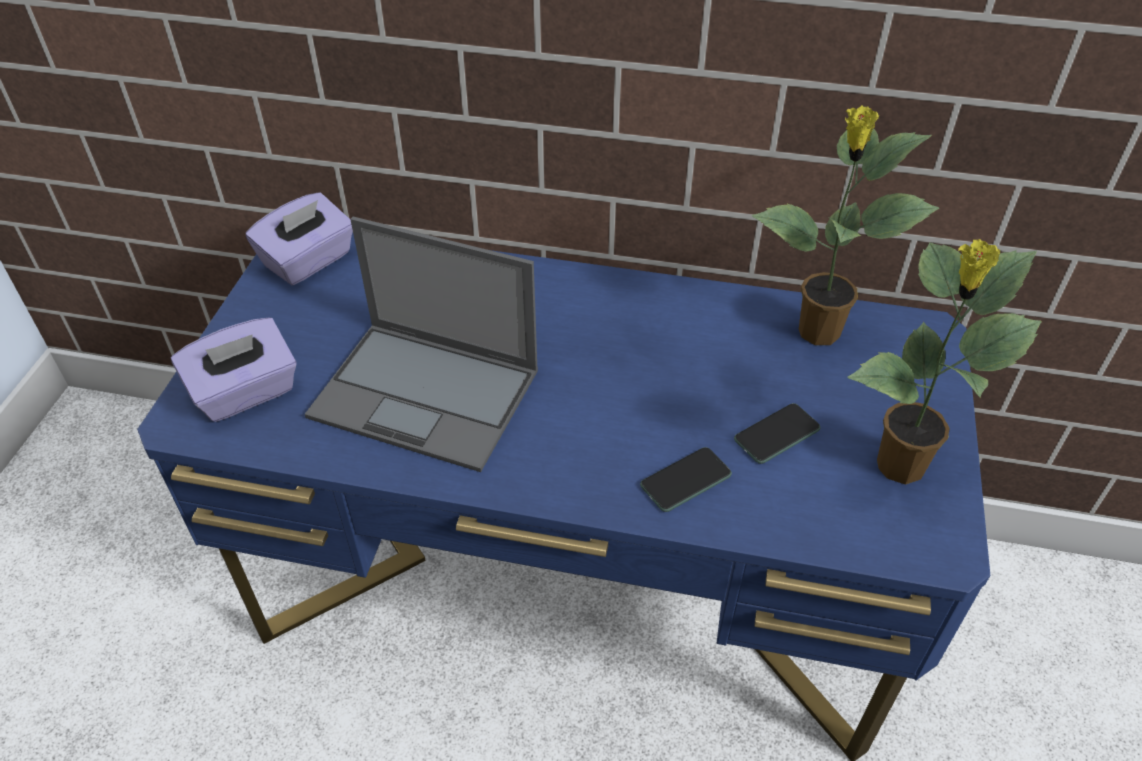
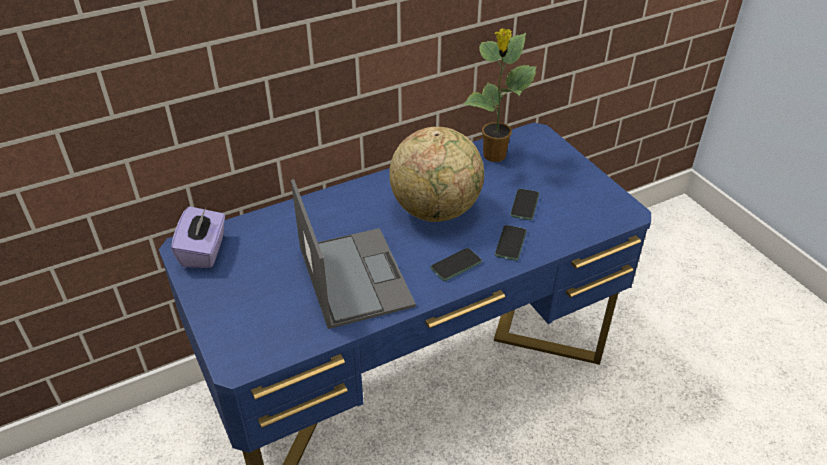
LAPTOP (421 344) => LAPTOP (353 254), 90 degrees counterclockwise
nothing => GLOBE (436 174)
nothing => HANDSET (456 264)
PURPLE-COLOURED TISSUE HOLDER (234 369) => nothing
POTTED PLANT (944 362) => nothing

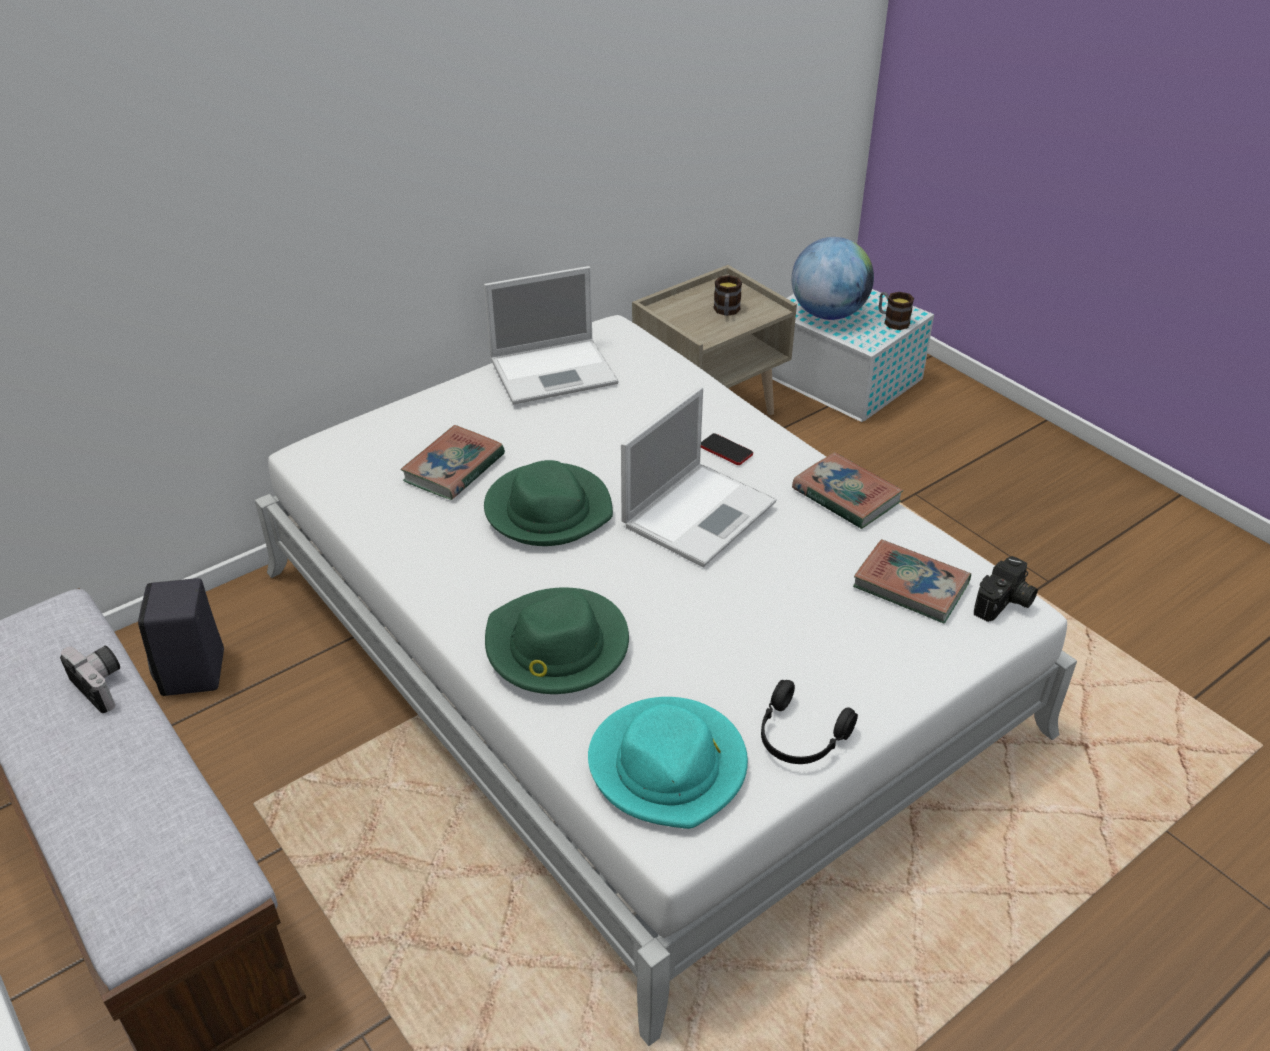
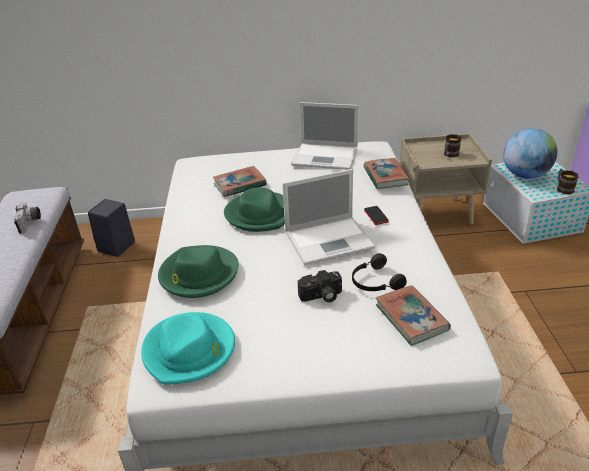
PHOTO CAMERA (1006 589) => PHOTO CAMERA (320 286), move
BLACK PAIR OF HEADPHONES (809 722) => BLACK PAIR OF HEADPHONES (379 272), move
BOUND BOOK (848 490) => BOUND BOOK (386 173), move

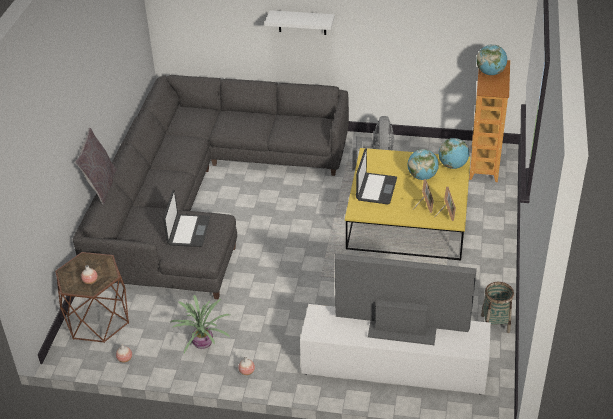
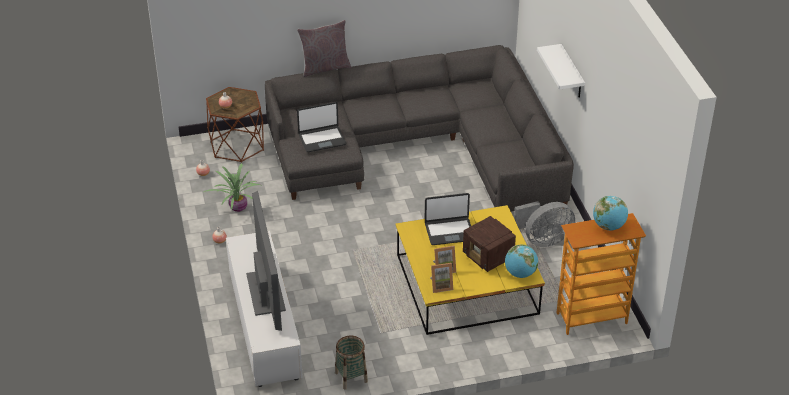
GLOBE (423 164) => RADIO (489 244)

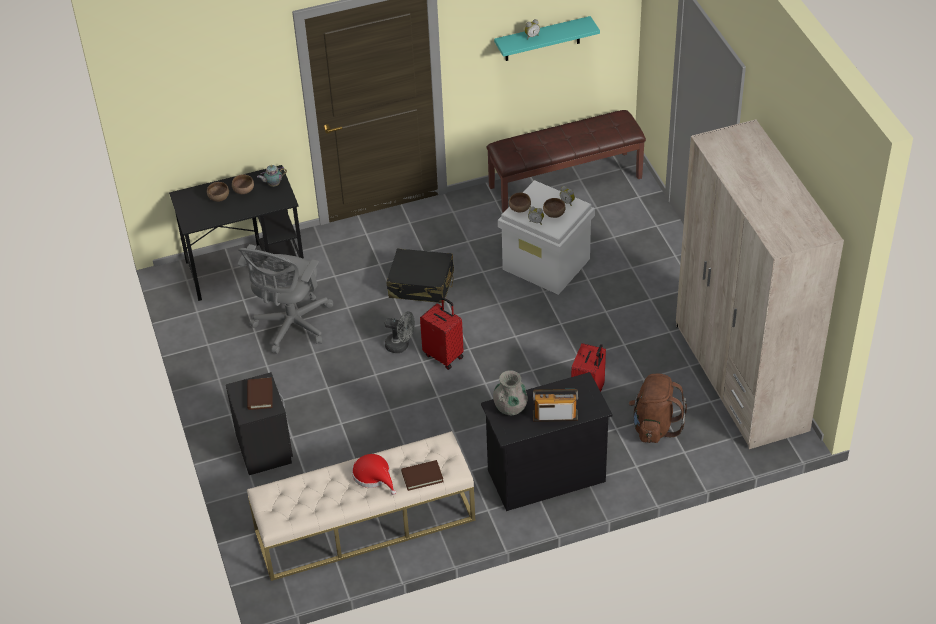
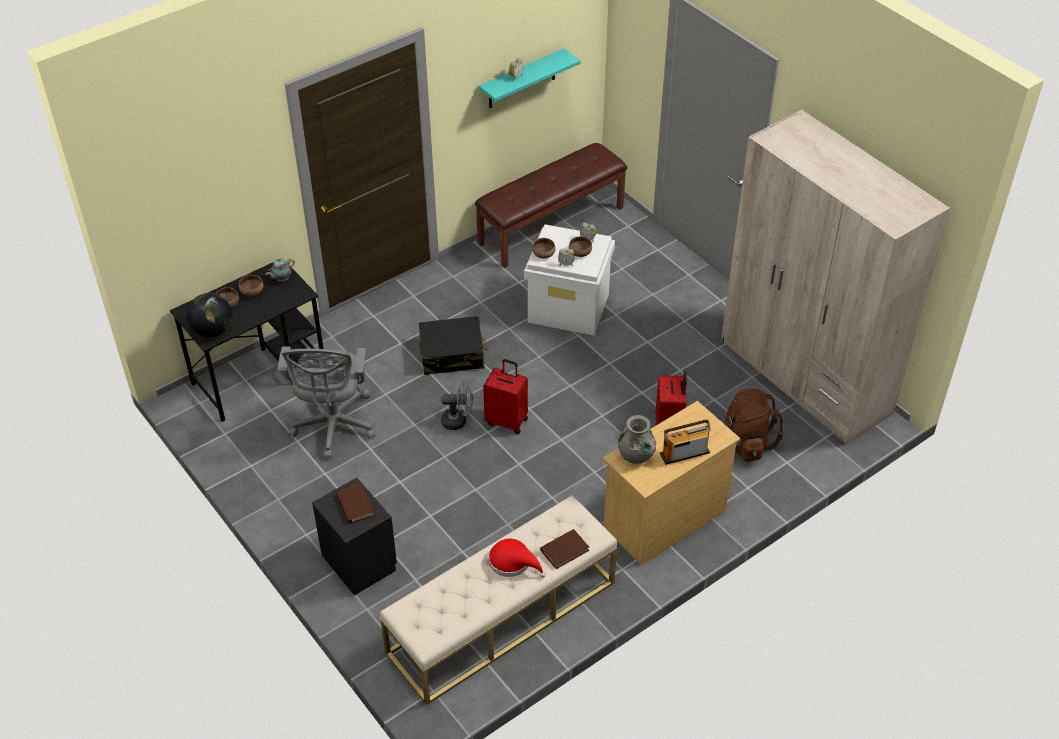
nothing => GLOBE (209 315)
BLACK CHEST OF DRAWERS (546 441) => SAND-COLOURED CHEST OF DRAWERS (671 483)

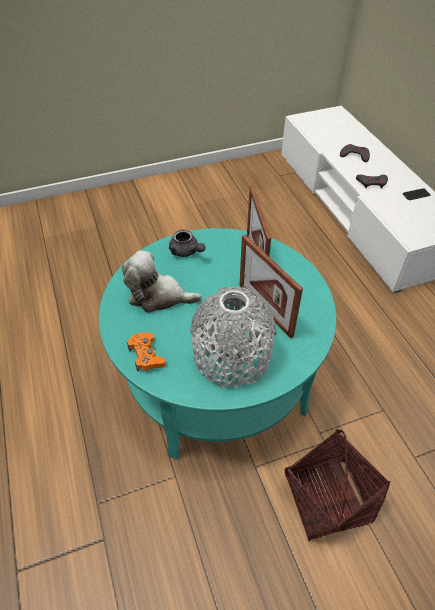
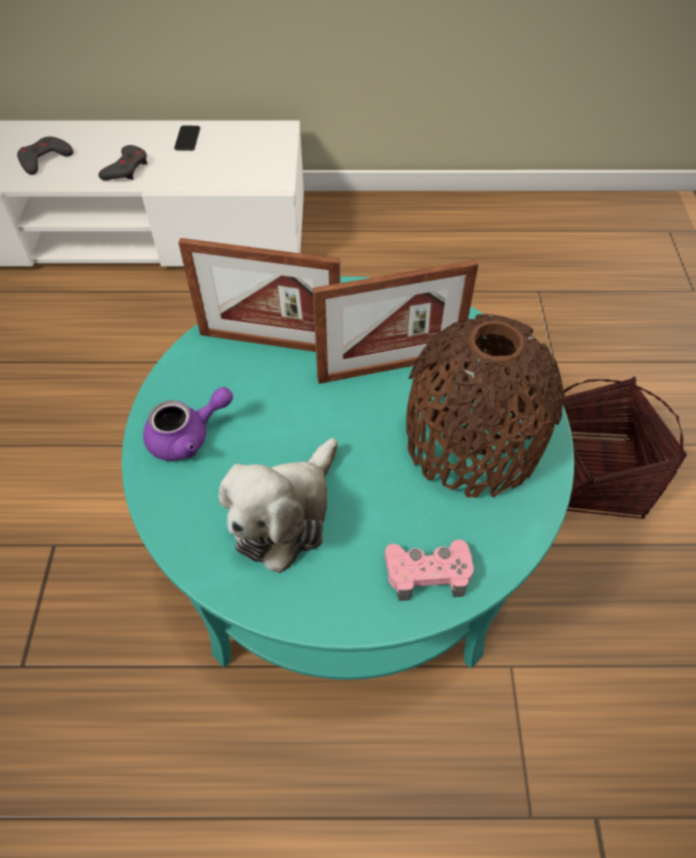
GREYISH TEAPOT (187 243) => PURPLE-COLOURED TEAPOT (188 424)
ORANGEY JOYPAD (146 352) => PINKISH JOYPAD (429 570)
GREYISH VASE (233 337) => BROWN-COLOURED VASE (485 406)

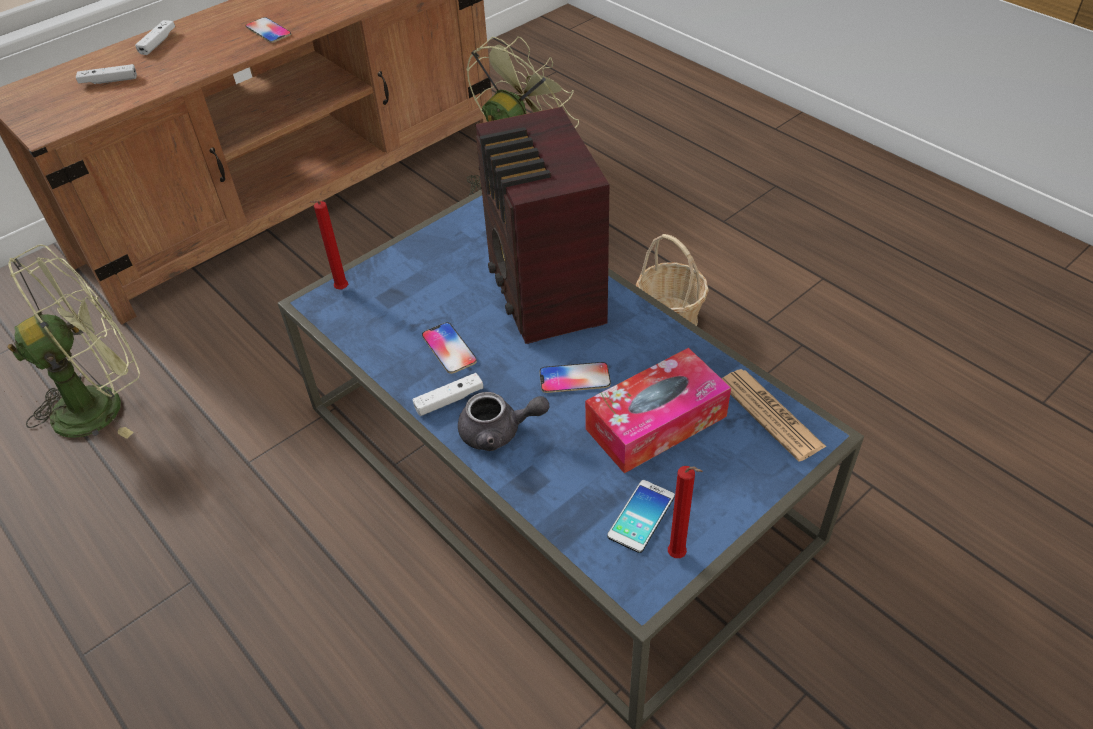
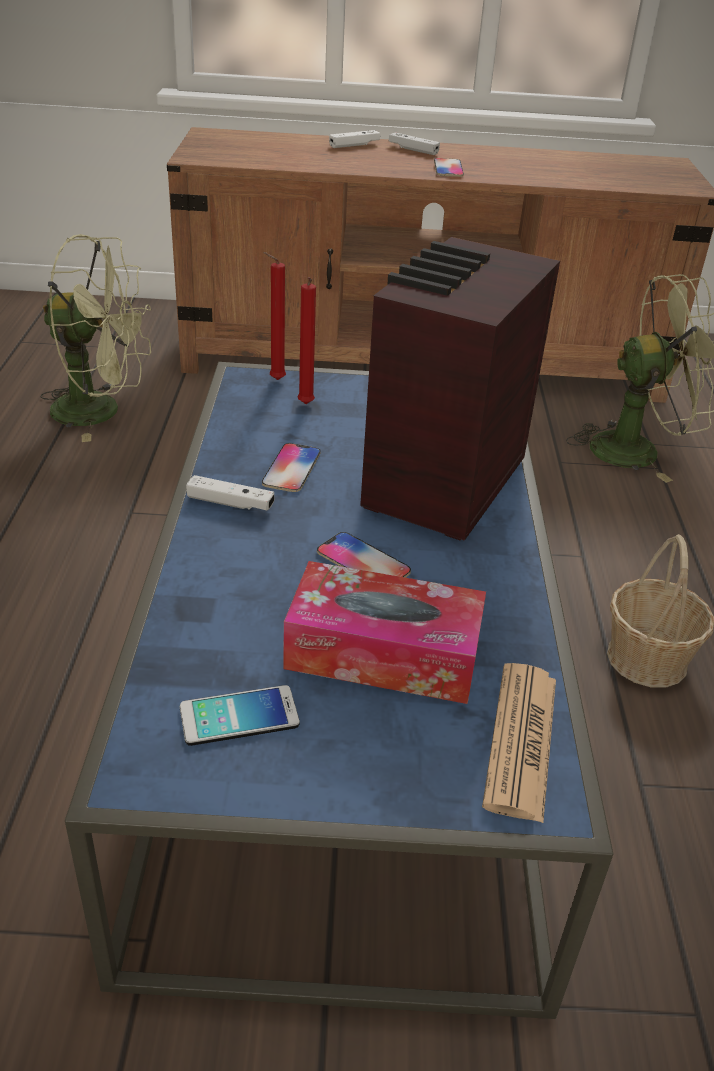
RED-COLOURED CANDLE (685 512) => RED-COLOURED CANDLE (307 340), move
WHITE JOYPAD (106 74) => WHITE JOYPAD (414 143), move
GREYISH TEAPOT (504 421) => nothing

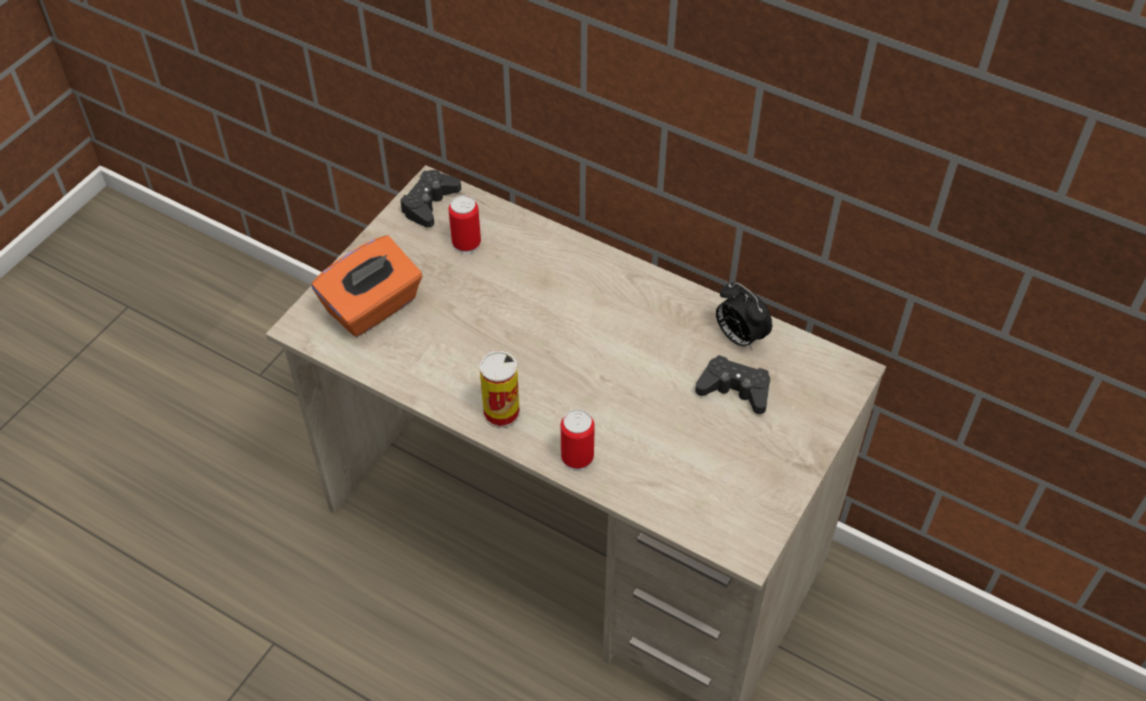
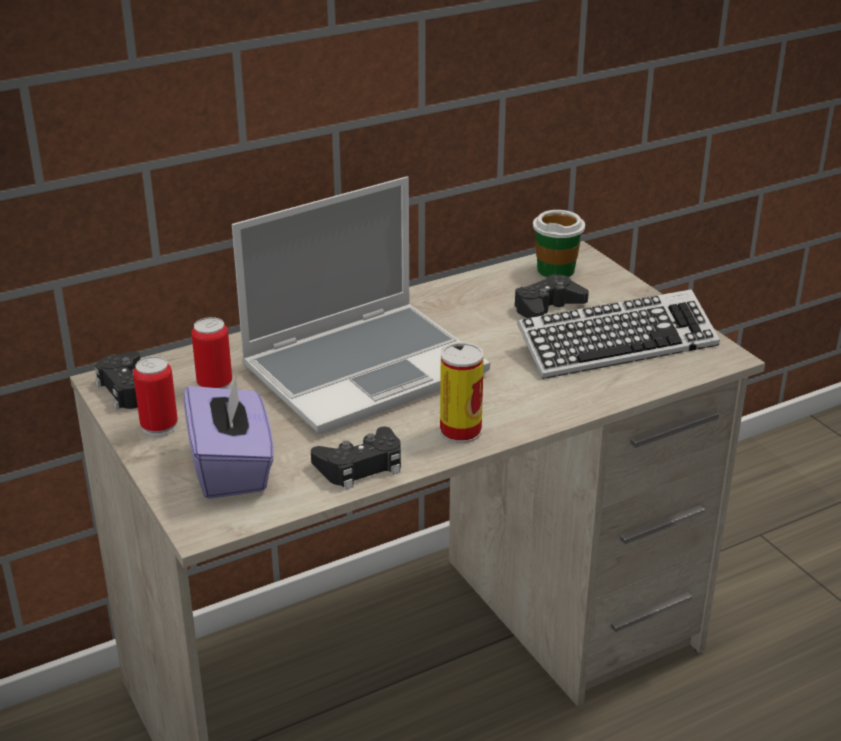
SEALED CAN (578 440) => SEALED CAN (155 396), move
ORANGEY TISSUE HOLDER (367 286) => PURPLE-COLOURED TISSUE HOLDER (229 437)
nothing => LAPTOP (361 305)
nothing => BLACK JOYPAD (356 458)
nothing => COMPUTER KEYBOARD (618 334)
nothing => DRINKING CUP (559 243)
ALARM CLOCK (744 316) => nothing

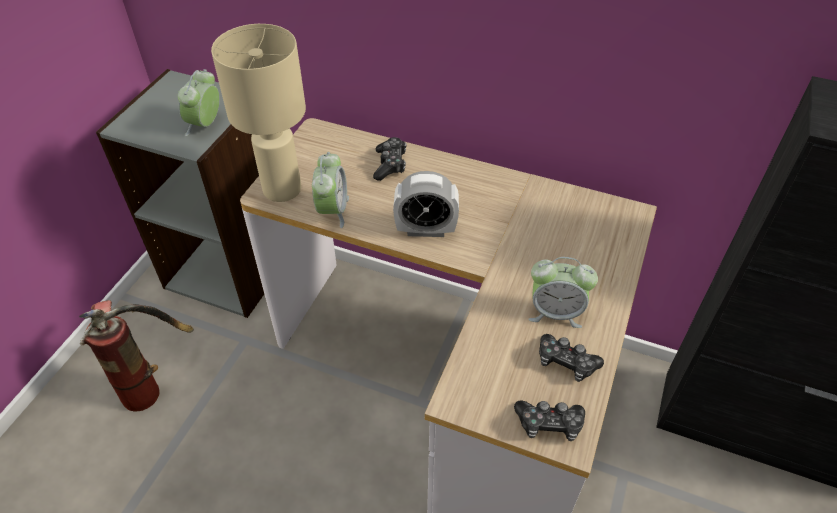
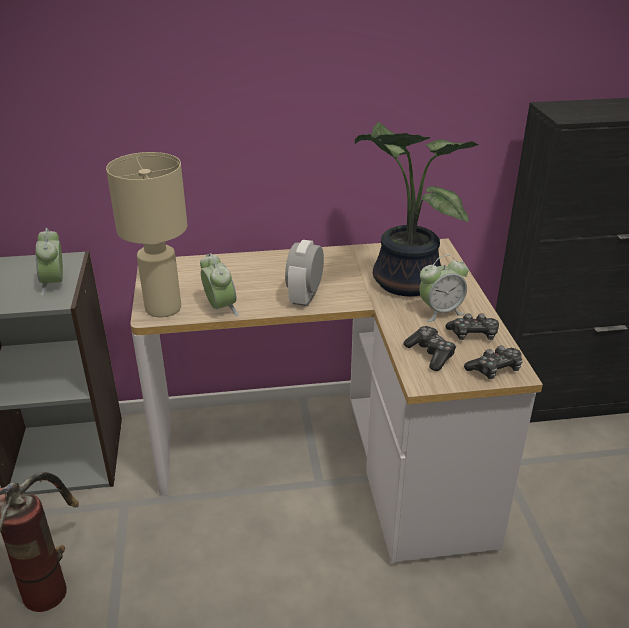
ALARM CLOCK (426 204) => ALARM CLOCK (304 273), 135 degrees clockwise
nothing => POTTED PLANT (416 209)
JOYPAD (389 159) => JOYPAD (429 348), move

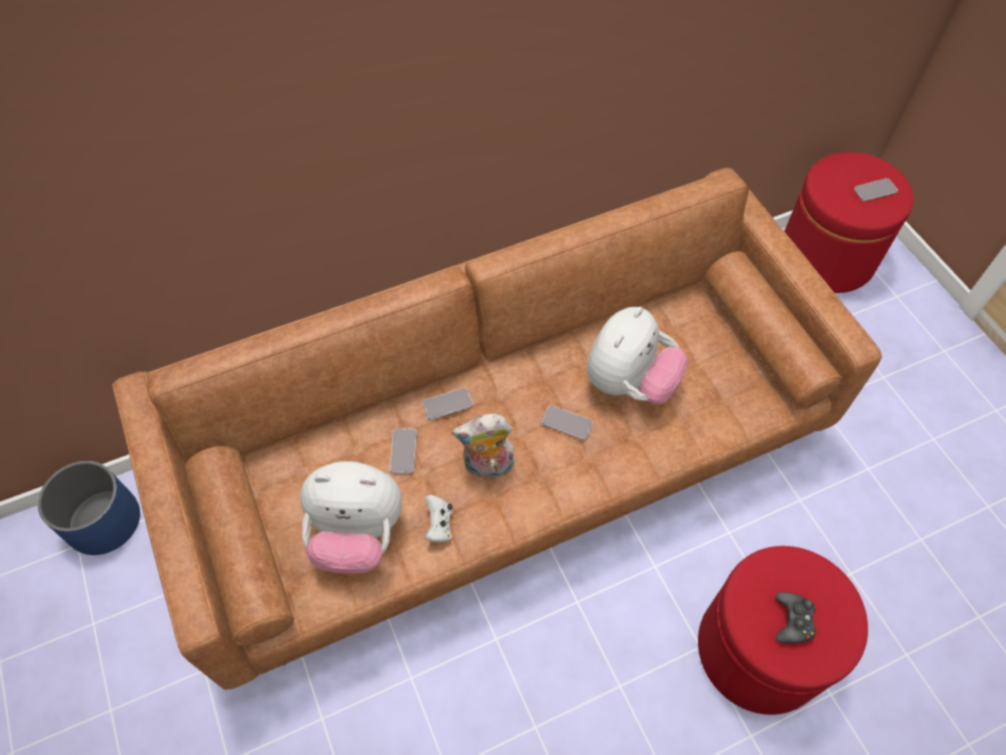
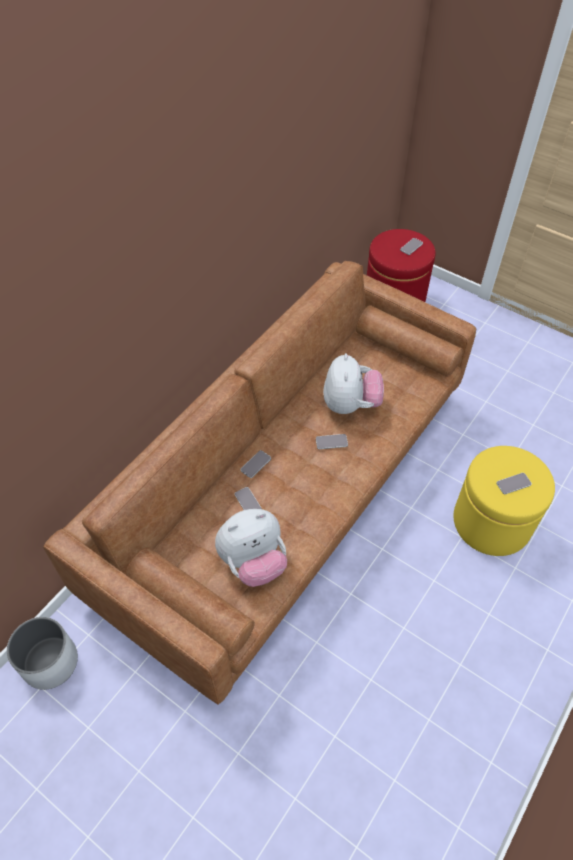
BLUE PLANT POT (89 508) => WHITE PLANT POT (42 653)
RED-COLOURED FOOTREST (783 630) => YELLOW FOOTREST (504 501)
BLACK JOYPAD (796 617) => HANDSET (514 483)
WHITE JOYPAD (438 519) => nothing
PLUSH TOY (483 446) => nothing

